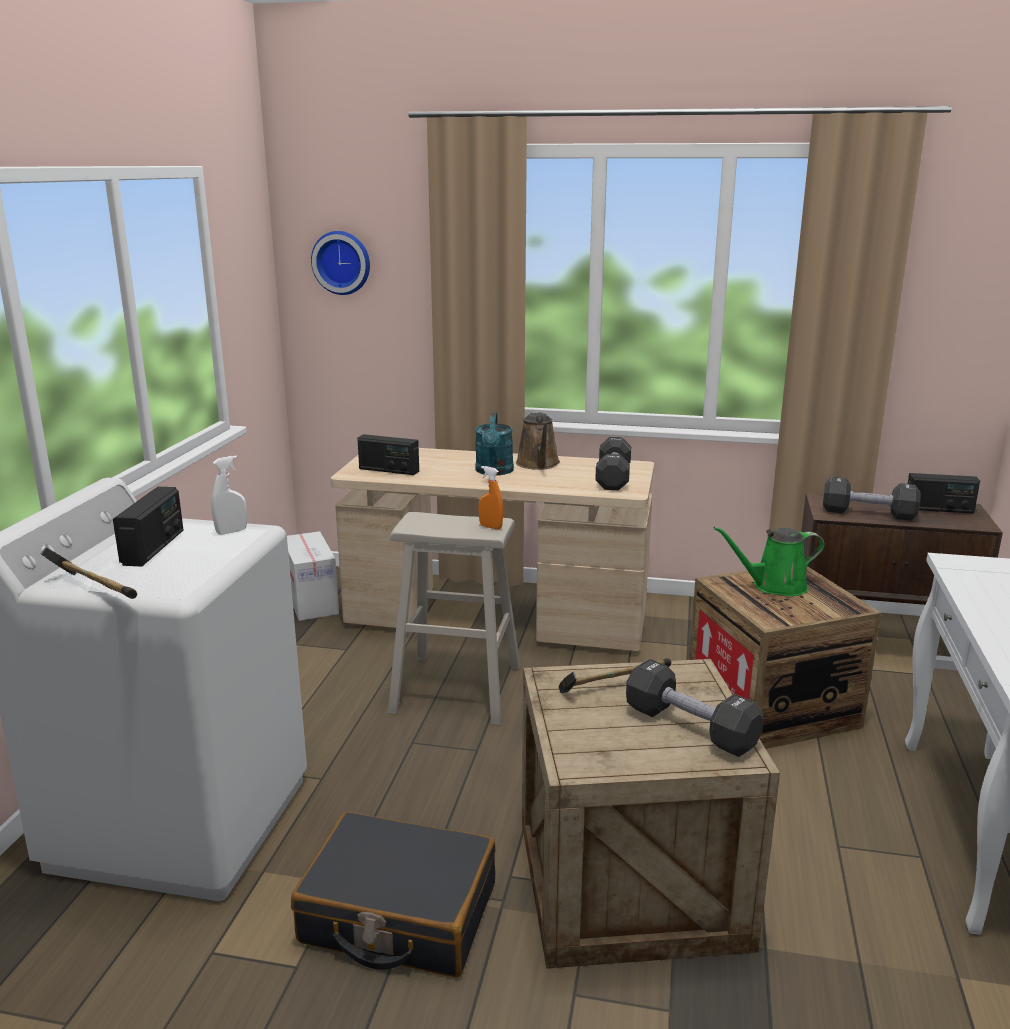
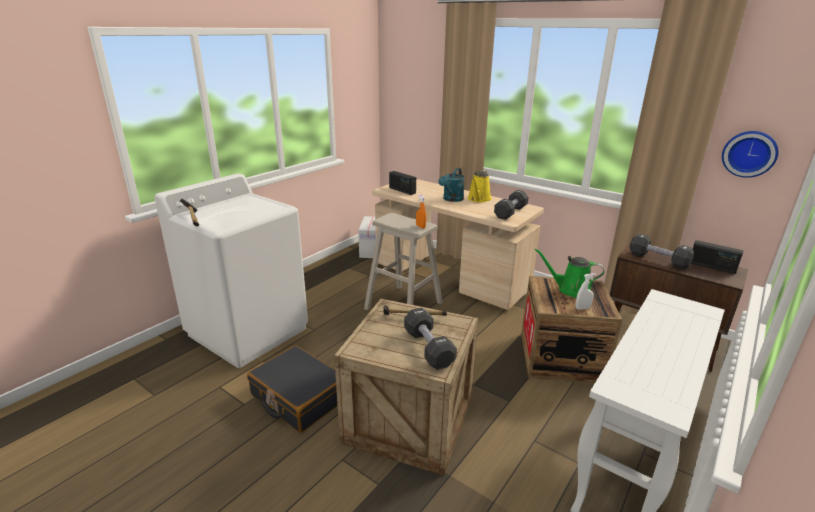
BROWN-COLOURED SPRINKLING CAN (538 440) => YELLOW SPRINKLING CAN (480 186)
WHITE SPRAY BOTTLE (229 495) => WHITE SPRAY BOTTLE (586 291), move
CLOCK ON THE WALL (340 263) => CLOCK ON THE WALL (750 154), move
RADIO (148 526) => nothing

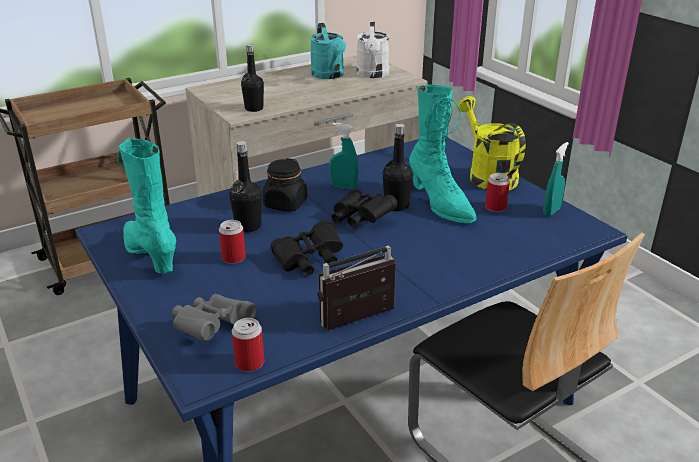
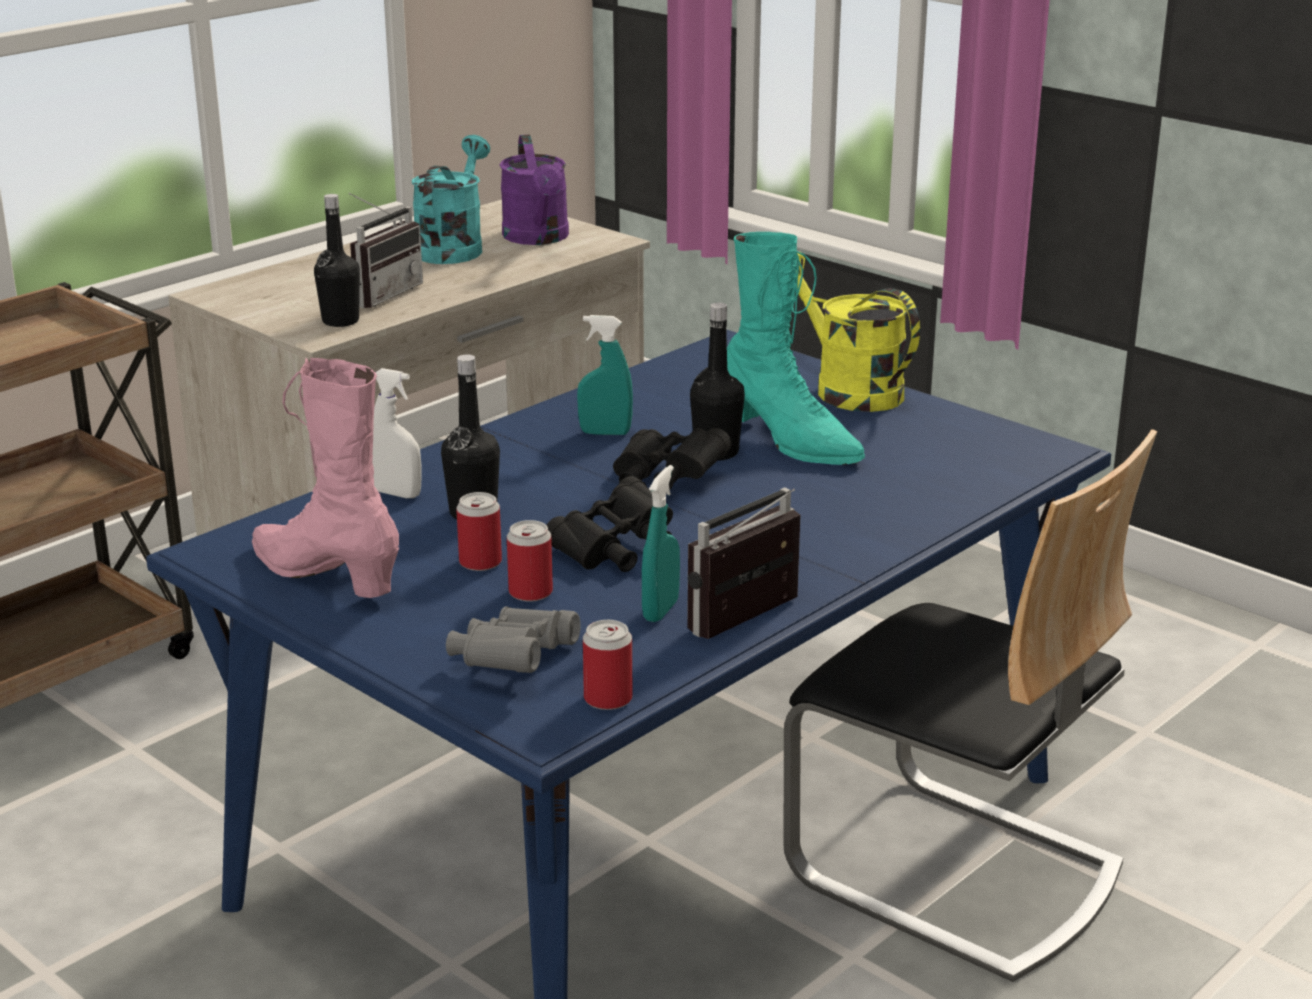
TURQUOISE-COLOURED HIGH-TOP BOOT (146 205) => PINKISH HIGH-TOP BOOT (325 478)
nothing => RADIO (386 250)
nothing => WHITE SPRAY BOTTLE (397 433)
TURQUOISE-COLOURED SPRINKLING CAN (328 51) => TURQUOISE-COLOURED SPRINKLING CAN (451 199), 135 degrees counterclockwise
WHITE SPRINKLING CAN (373 50) => PURPLE-COLOURED SPRINKLING CAN (534 190)
SEALED CAN (497 192) => SEALED CAN (530 561), move
TURQUOISE-COLOURED SPRAY BOTTLE (556 179) => TURQUOISE-COLOURED SPRAY BOTTLE (661 543), move
BLACK PRESERVE JAR (285 185) => nothing

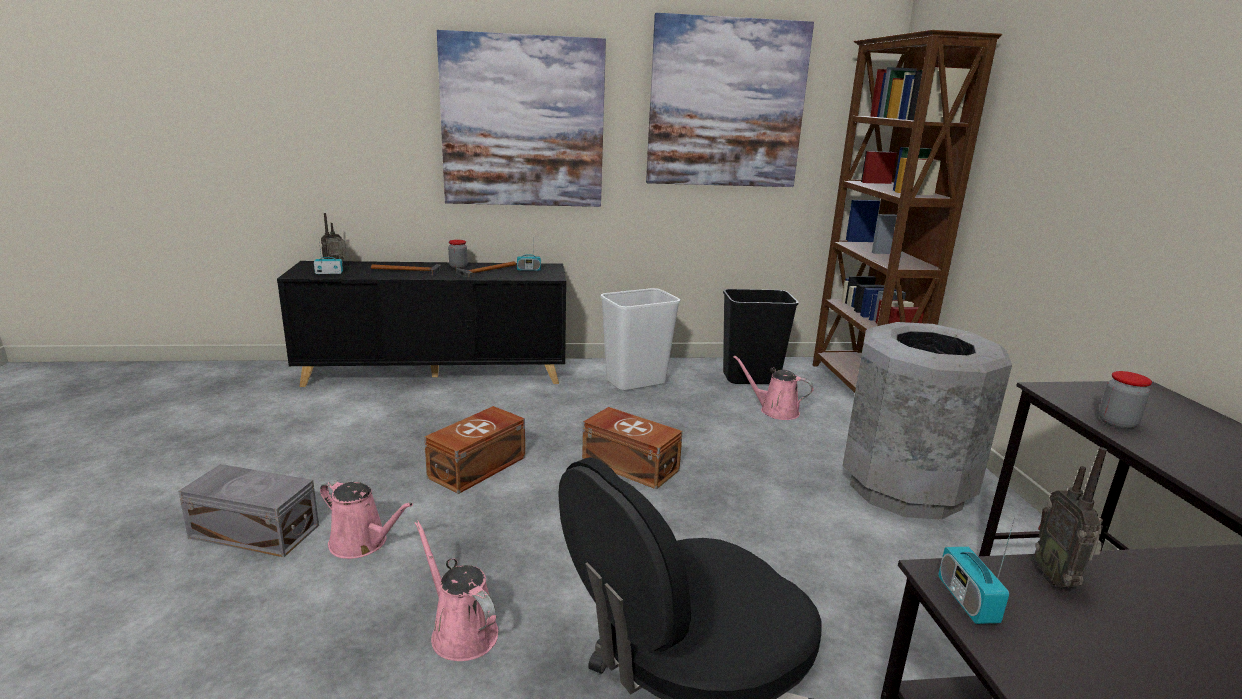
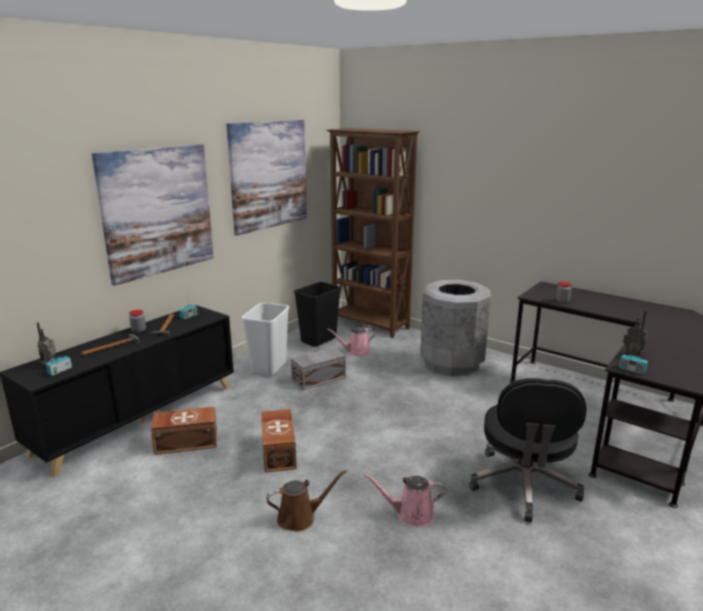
BROWN-COLOURED STORAGE CONTAINER (632 448) => BROWN-COLOURED STORAGE CONTAINER (183 430), move
PINKISH SPRINKLING CAN (366 519) => BROWN-COLOURED SPRINKLING CAN (306 501)
GREYISH STORAGE CONTAINER (248 510) => GREYISH STORAGE CONTAINER (318 368), move

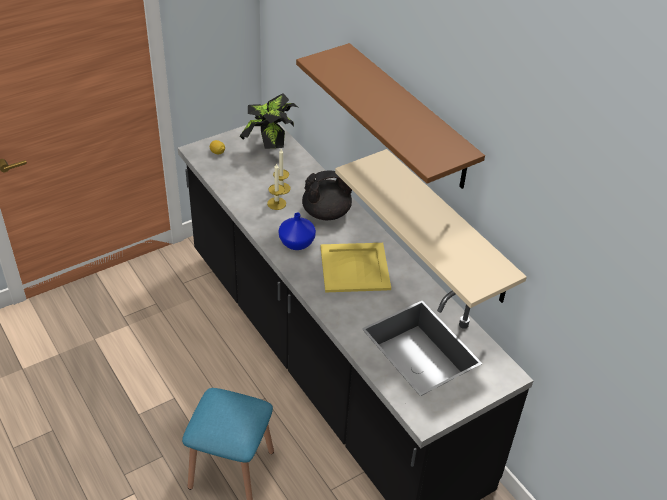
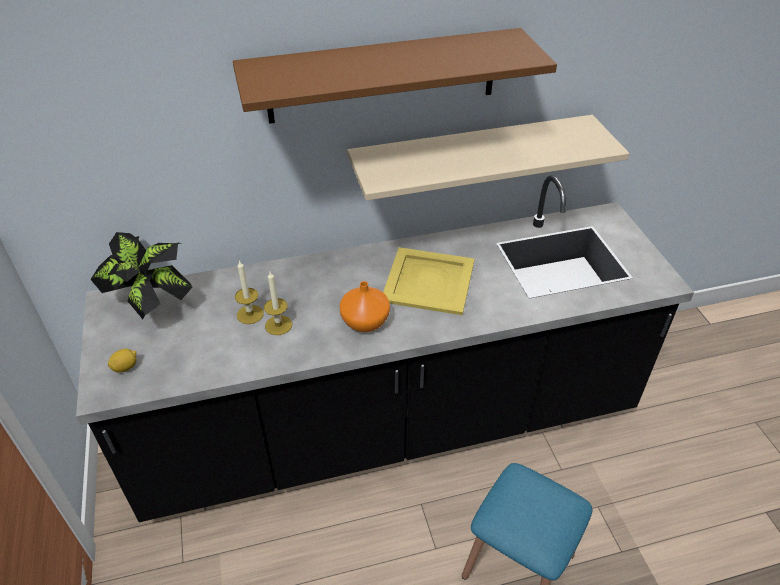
BLUE VASE (297 231) => ORANGEY VASE (364 306)
BLACK TEAPOT (327 195) => nothing

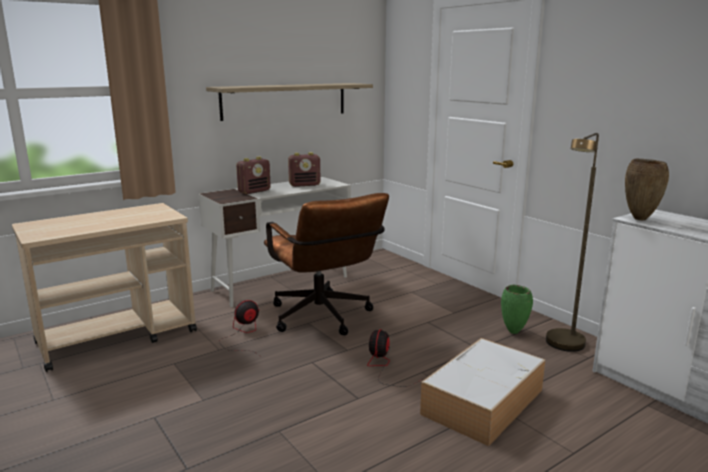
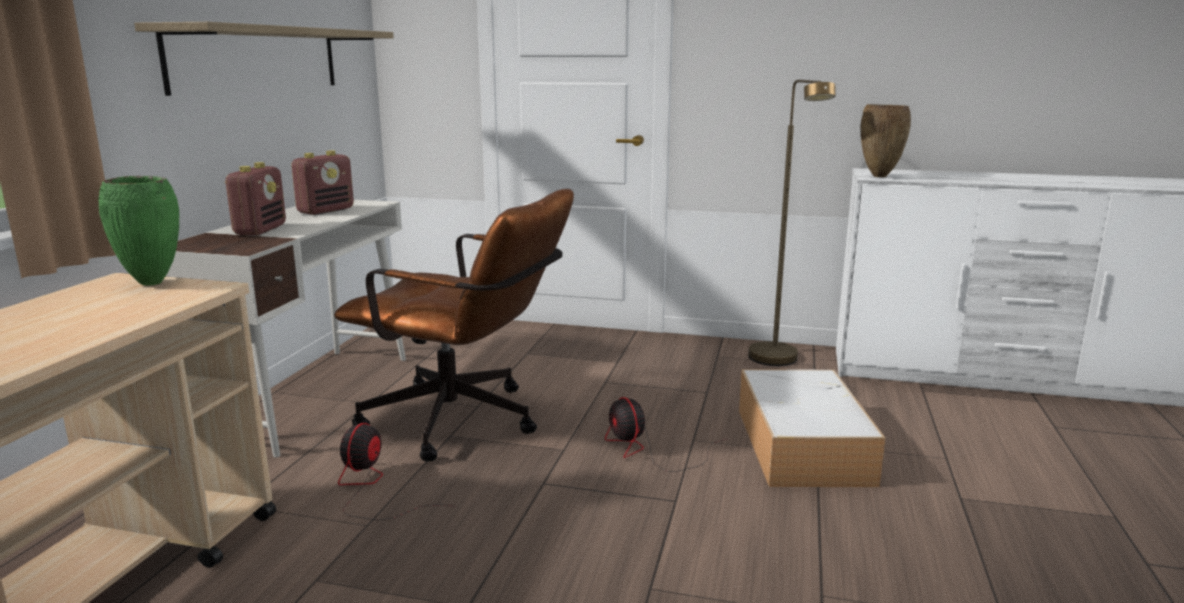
GREENISH VASE (517 309) => GREENISH VASE (139 231), move

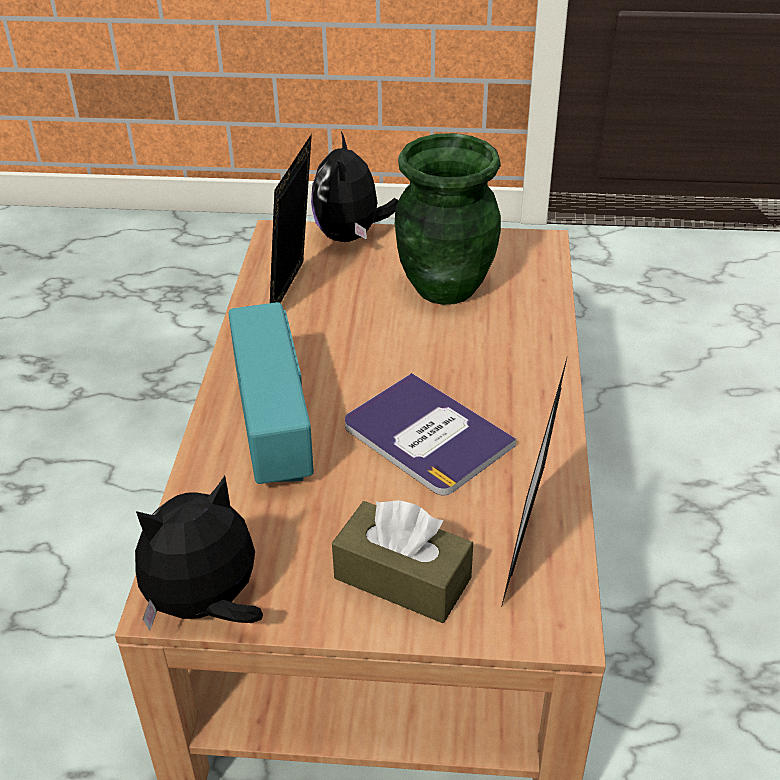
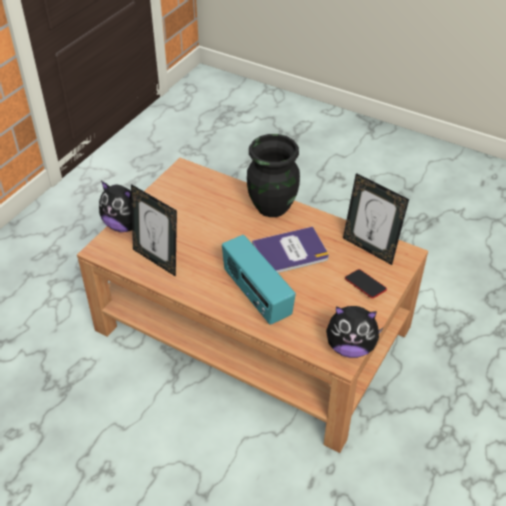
RADIO (271 393) => RADIO (259 280), 135 degrees counterclockwise
nothing => BLACK VASE (273 175)
PLUSH TOY (199 553) => PLUSH TOY (355 332), 75 degrees counterclockwise
BROWN-COLOURED TISSUE HOLDER (402 561) => HANDSET (366 283)
GREENISH VASE (448 219) => nothing

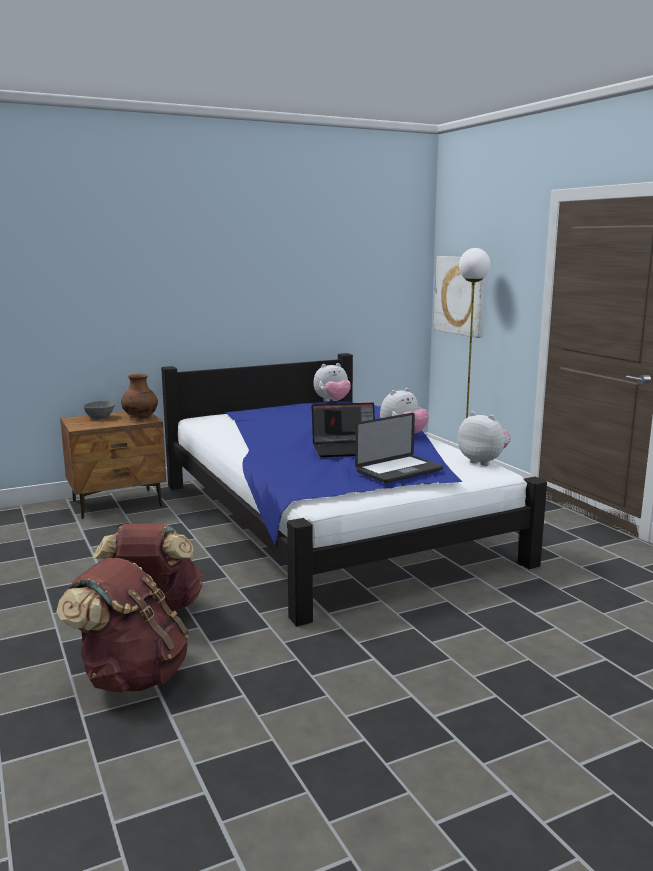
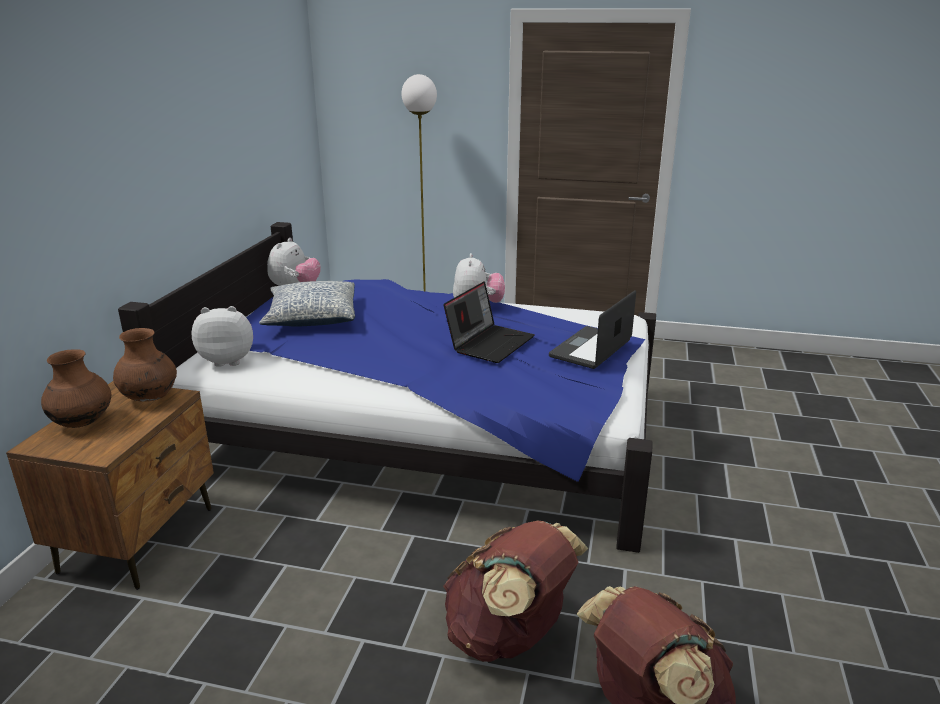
GREYISH DEEP DISH (99 410) => BROWN-COLOURED VASE (76 388)
PLUSH TOY (484 439) => PLUSH TOY (222 336), move
nothing => CUSHION (307 303)
LAPTOP (399 448) => LAPTOP (592 329), 150 degrees counterclockwise
WALL ART (459 297) => nothing

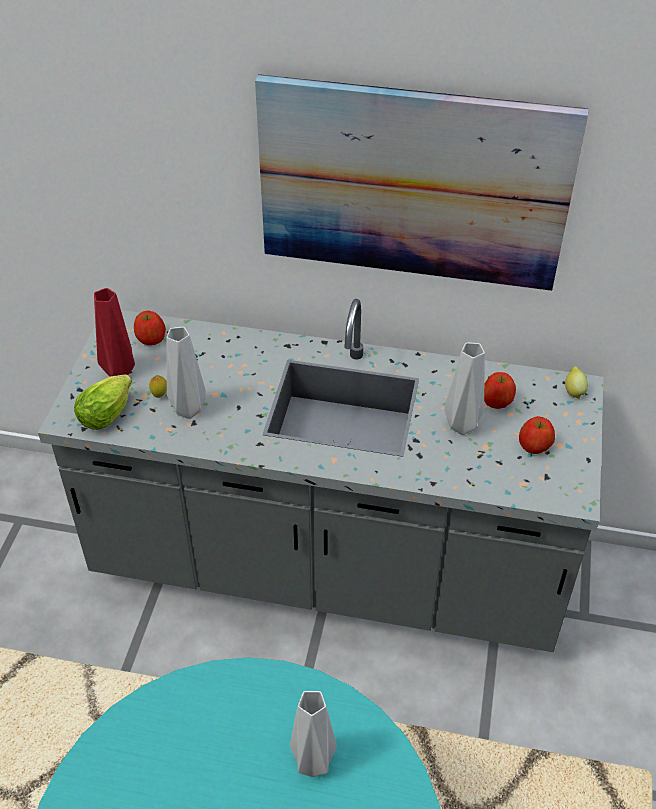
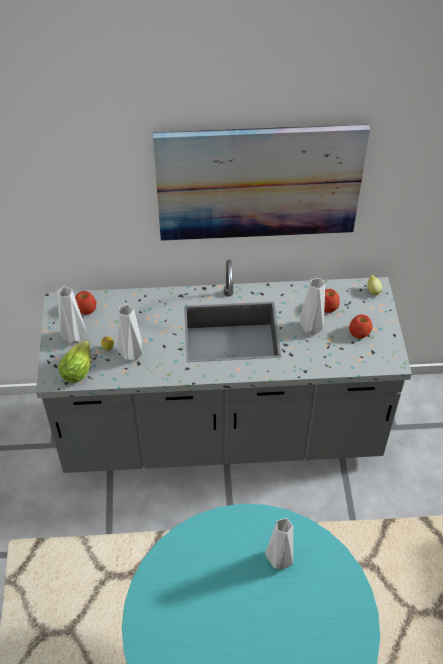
RED-COLOURED VASE (114 332) => GREYISH VASE (71 314)

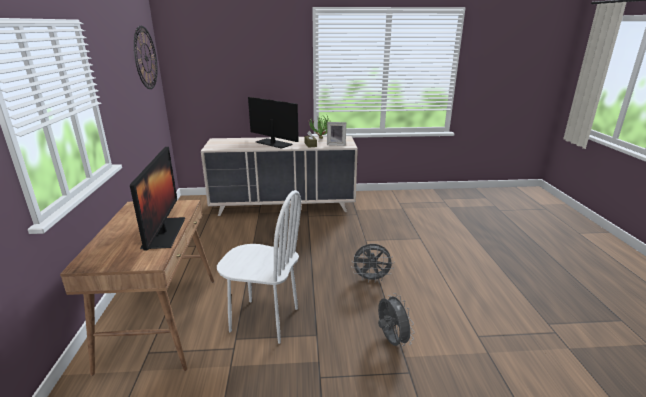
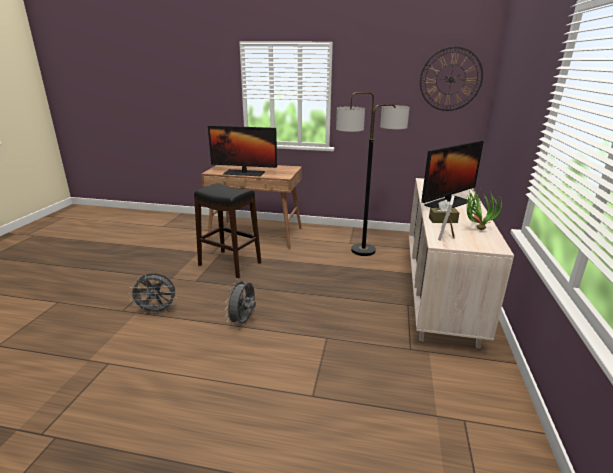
WHITE UPRIGHT CHAIR (259 267) => BLACK STOOL SEAT (227 230)
nothing => STANDING LAMP (373 174)

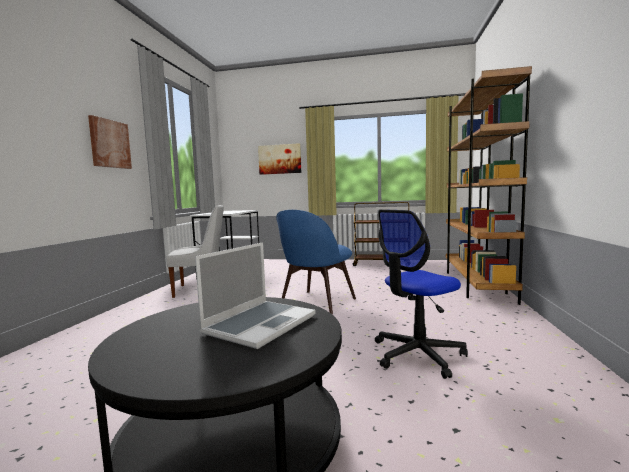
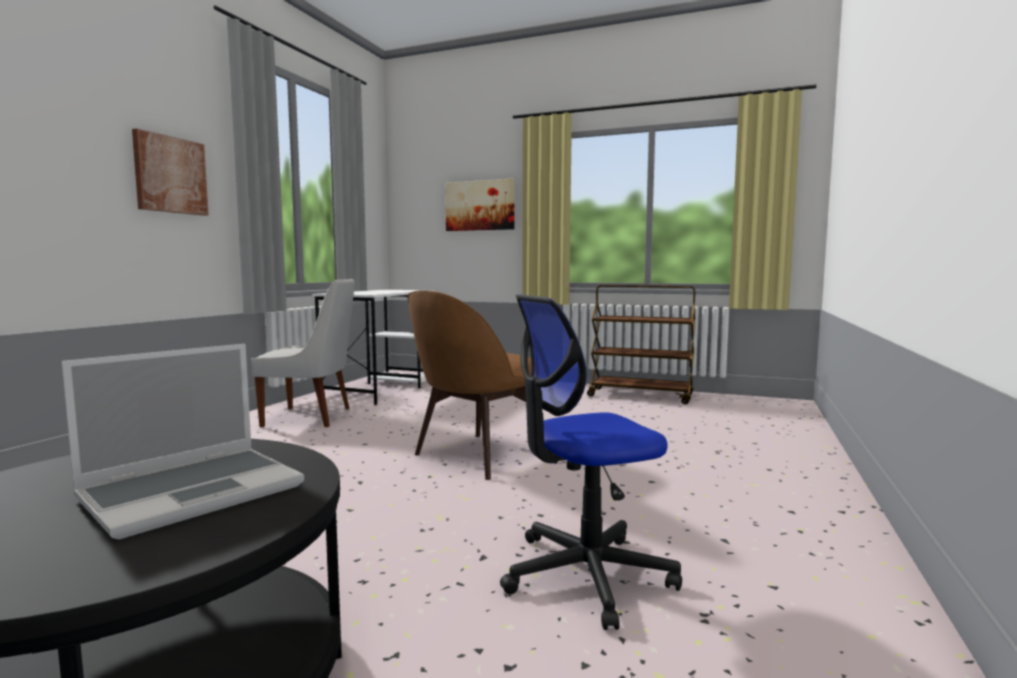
BLUE UPRIGHT CHAIR (316 262) => BROWN-COLOURED UPRIGHT CHAIR (469 385)
BROWN-COLOURED BOOKCASE (489 185) => nothing

